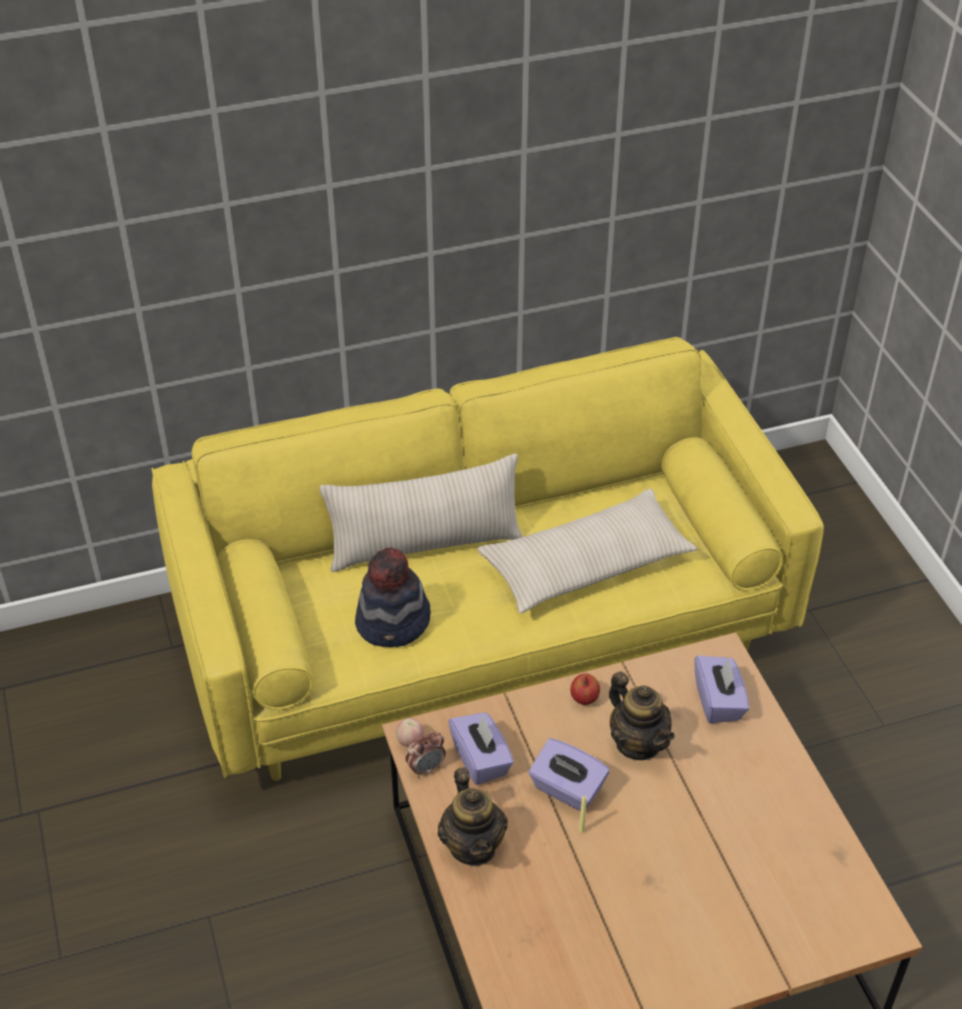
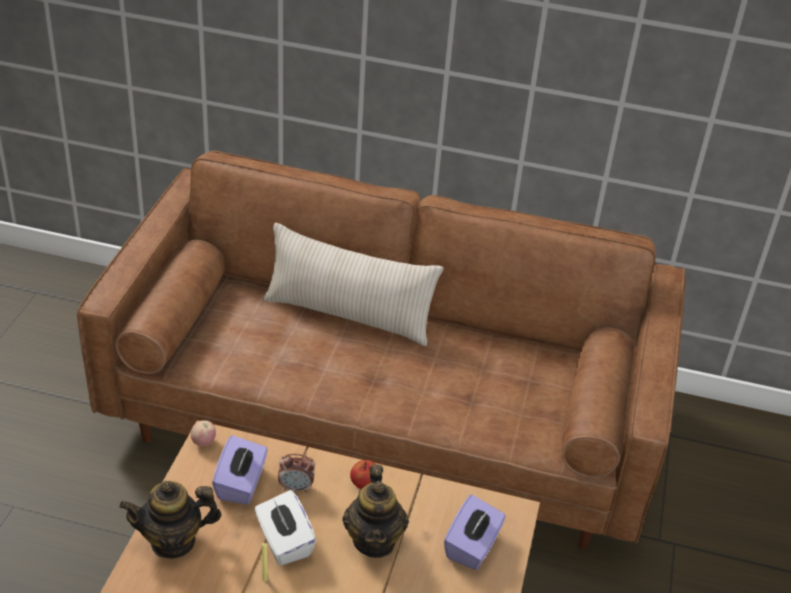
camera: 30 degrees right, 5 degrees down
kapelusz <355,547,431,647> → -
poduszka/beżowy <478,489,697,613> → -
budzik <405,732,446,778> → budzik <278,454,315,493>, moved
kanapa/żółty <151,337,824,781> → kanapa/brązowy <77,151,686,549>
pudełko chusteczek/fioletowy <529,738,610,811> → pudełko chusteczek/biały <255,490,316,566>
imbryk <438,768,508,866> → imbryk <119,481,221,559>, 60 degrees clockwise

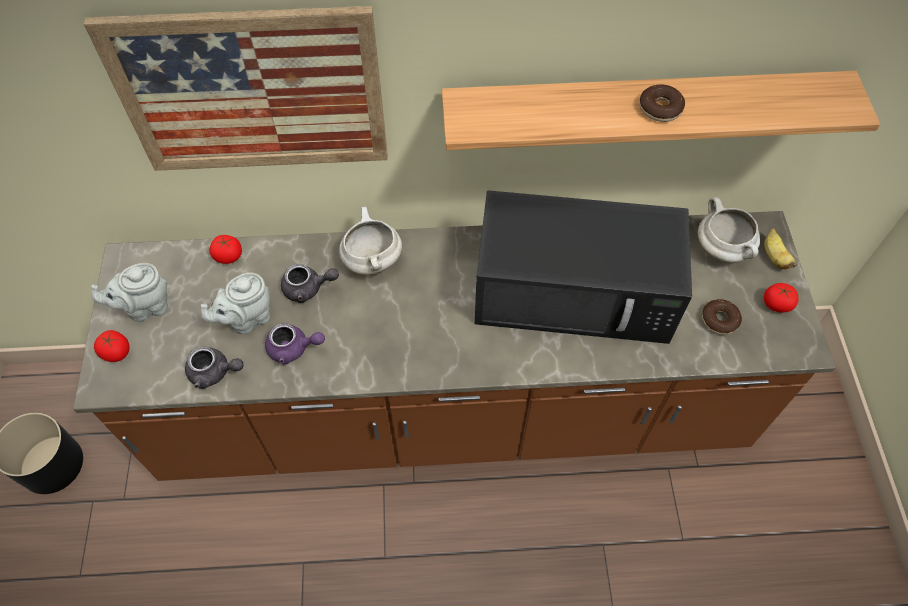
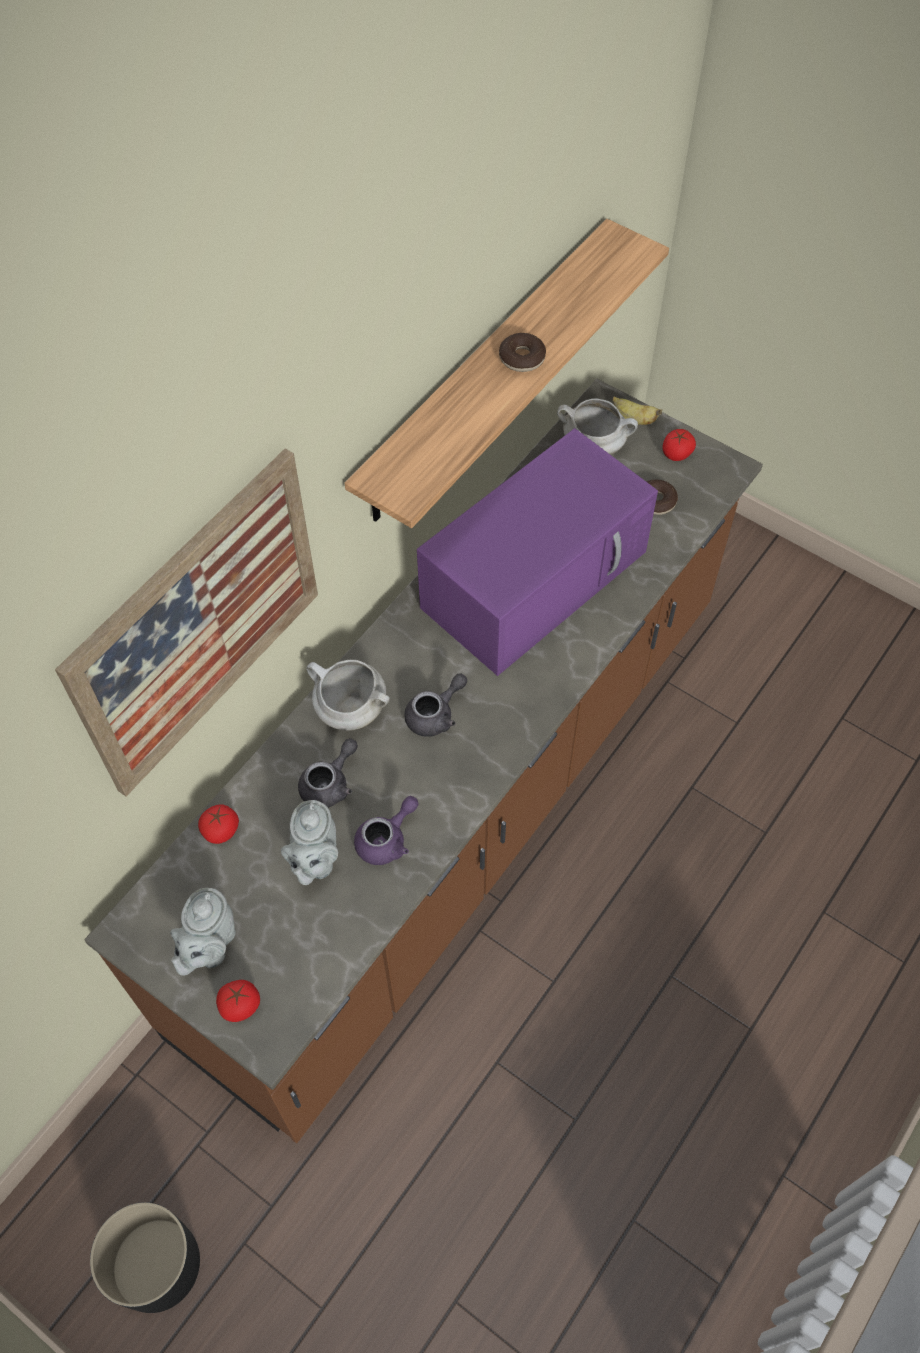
camera: 50 degrees left, 0 degrees up
imbryk/szary <185,347,244,389> → imbryk/szary <404,673,467,737>, moved
mikrofalówka/czarny <475,190,692,344> → mikrofalówka/fioletowy <417,428,658,676>

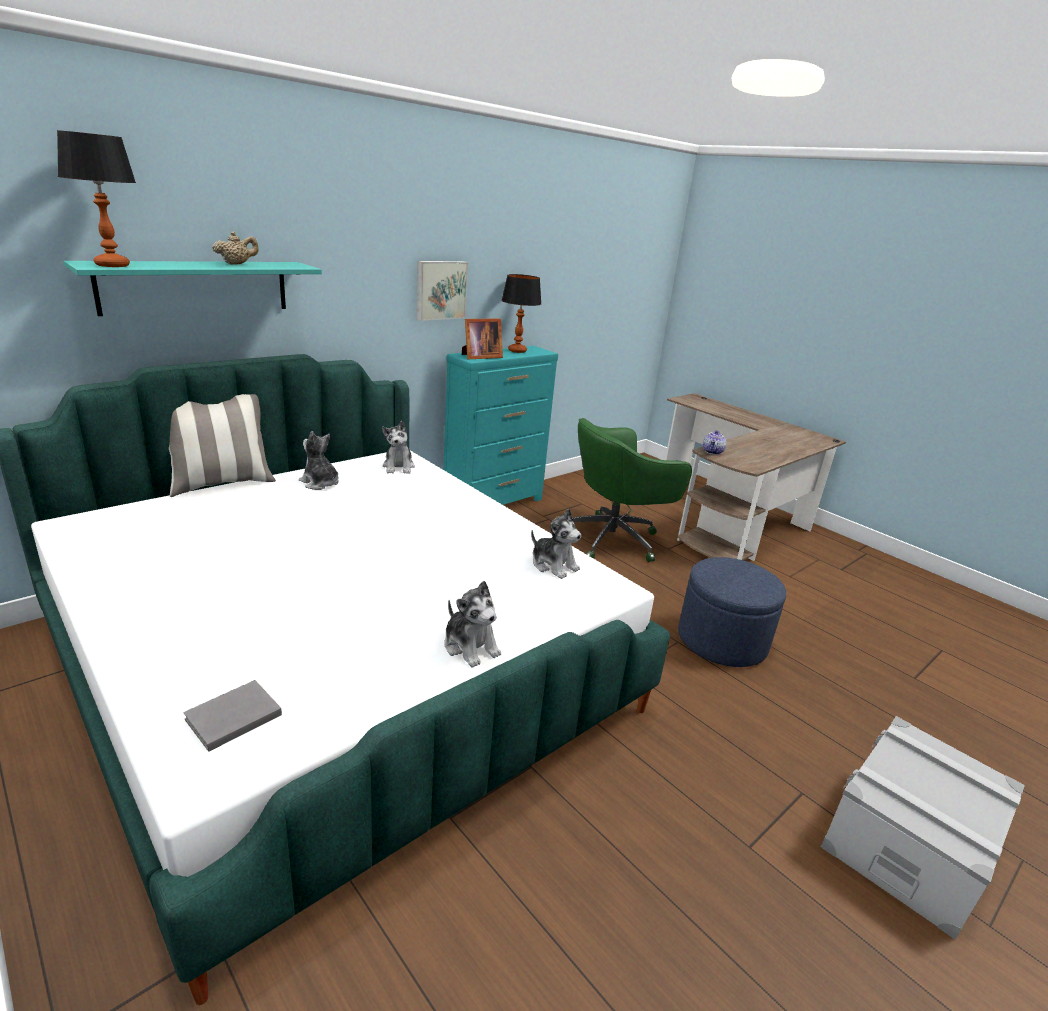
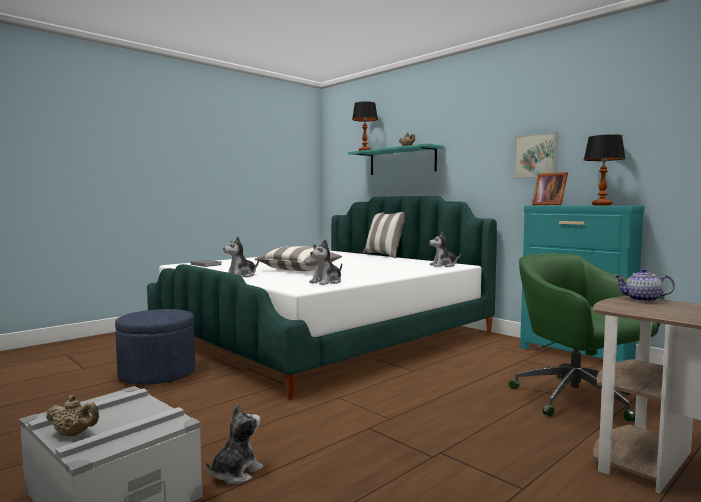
camera: 90 degrees right, 20 degrees down
- → imbryk/beżowy <46,395,99,436>
- → poduszka <254,246,342,271>
pluszak <299,431,339,490> → pluszak <206,404,264,485>, moved
pufa/niebieski <678,557,786,667> → pufa/niebieski <115,309,195,385>, moved

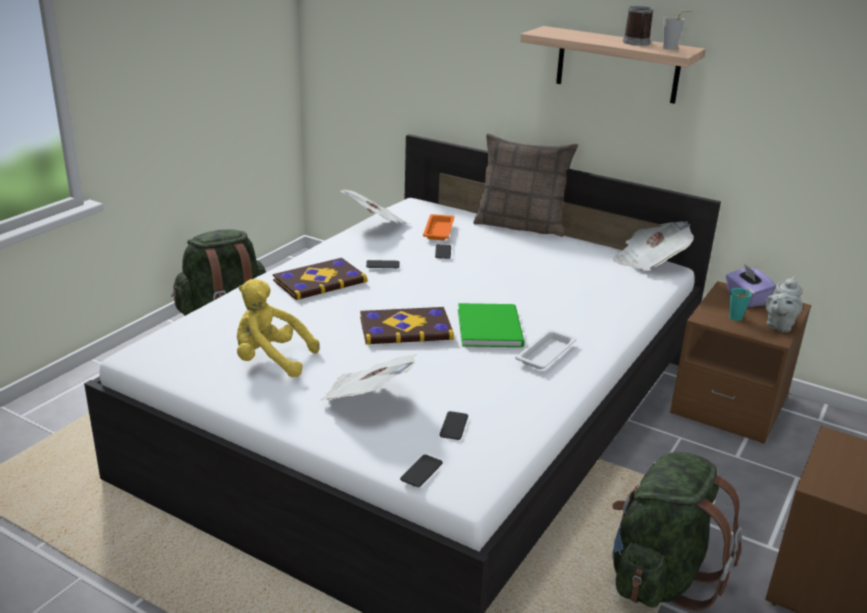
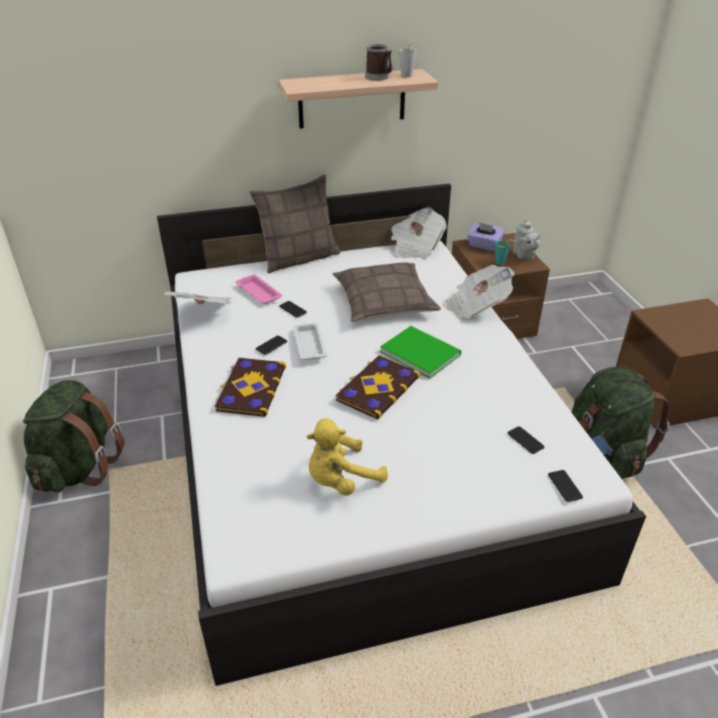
camera: 45 degrees left, 10 degrees up
- → poduszka <333,263,441,322>
gazeta <320,354,417,401> → gazeta <443,265,515,319>, moved
taca/biały <515,329,577,369> → taca/biały <293,323,327,360>, moved
taca/pomarańczowy <423,214,454,240> → taca/różowy <236,274,282,304>

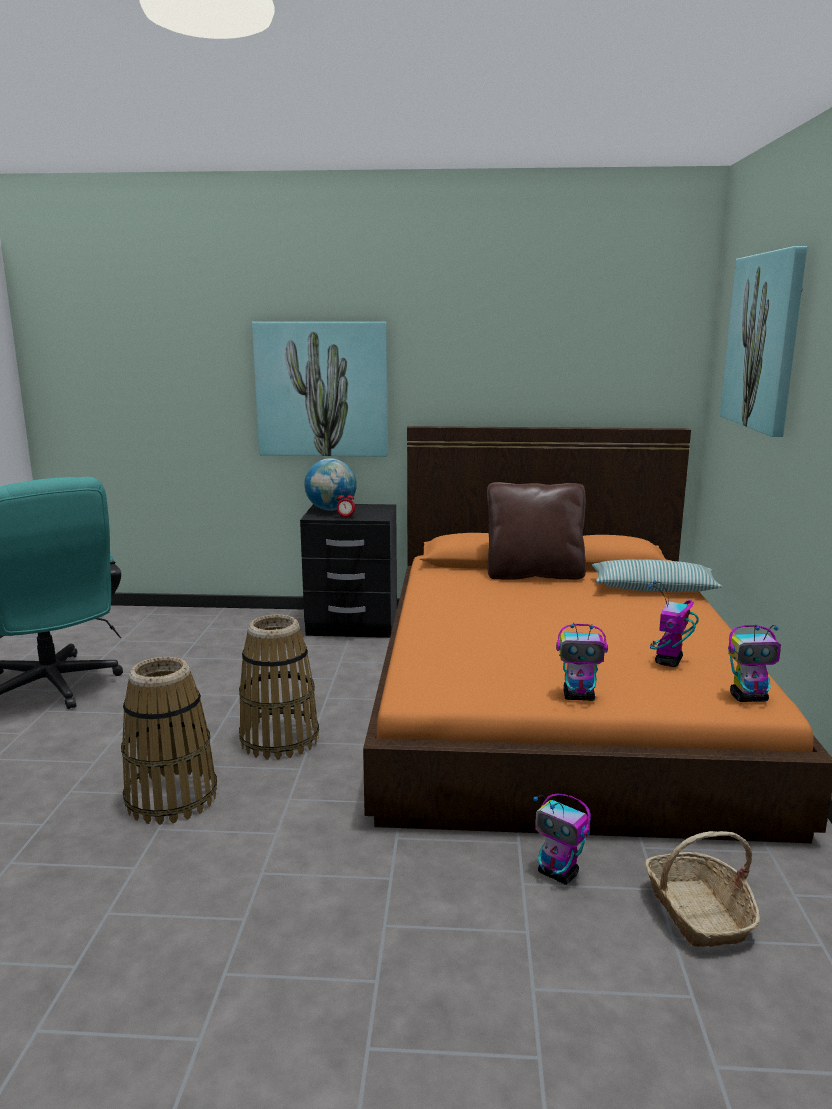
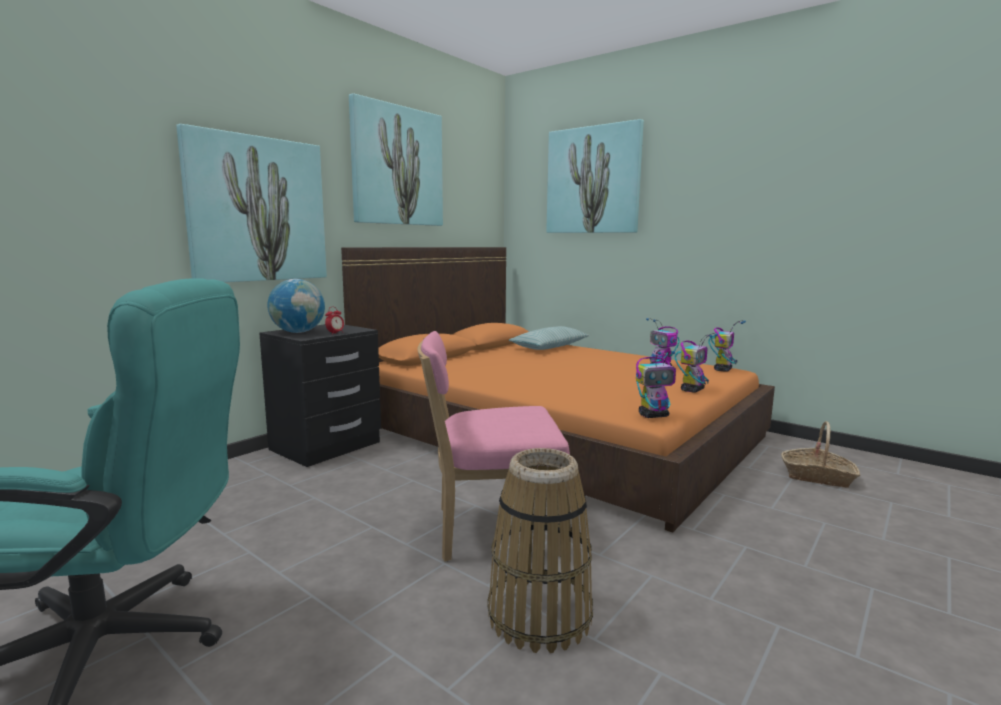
camera: 55 degrees left, 5 degrees down
poduszka/brązowy <487,482,586,580> → -
- → obraz <349,93,443,226>
robot zabawkowy <533,793,591,885> → robot zabawkowy <636,351,676,418>, moved
koszyk <239,615,319,760> → krzesło/różowy <417,331,570,561>

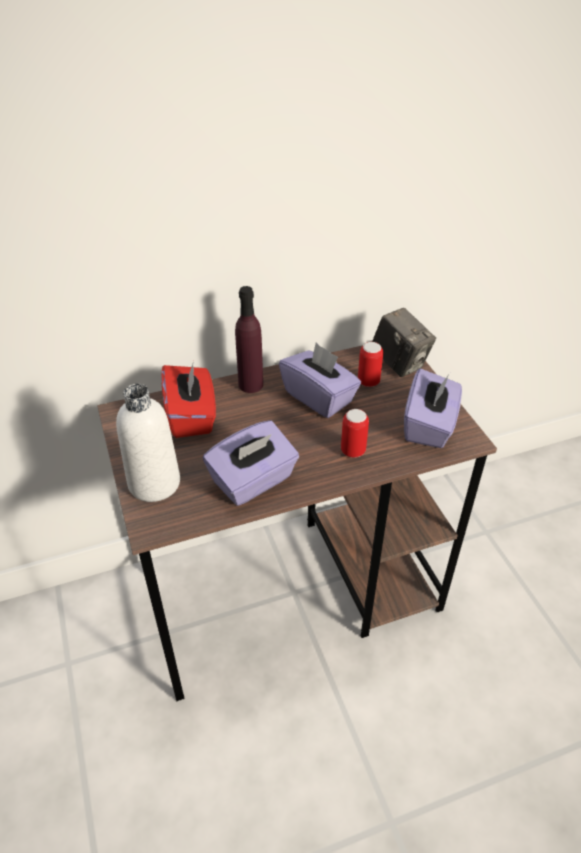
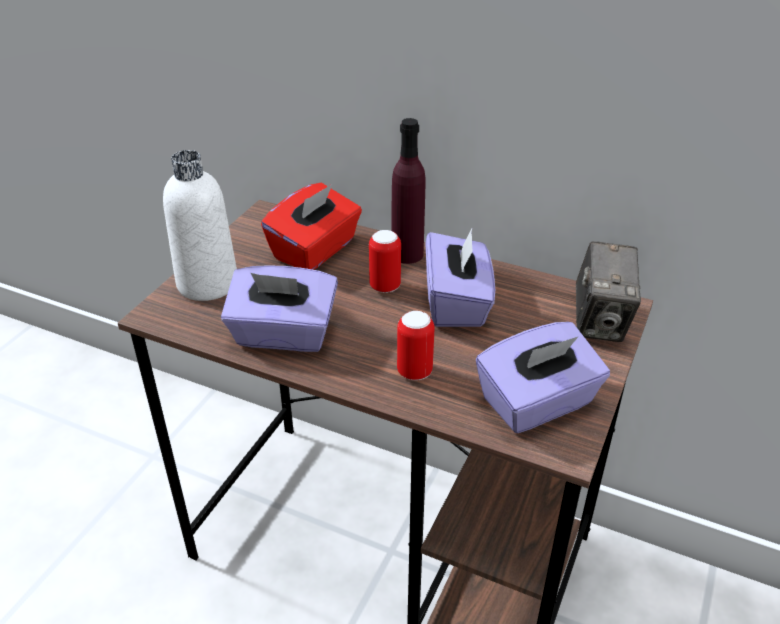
camera: 45 degrees right, 5 degrees down
puszka <358,342,383,387> → puszka <369,230,401,293>, moved

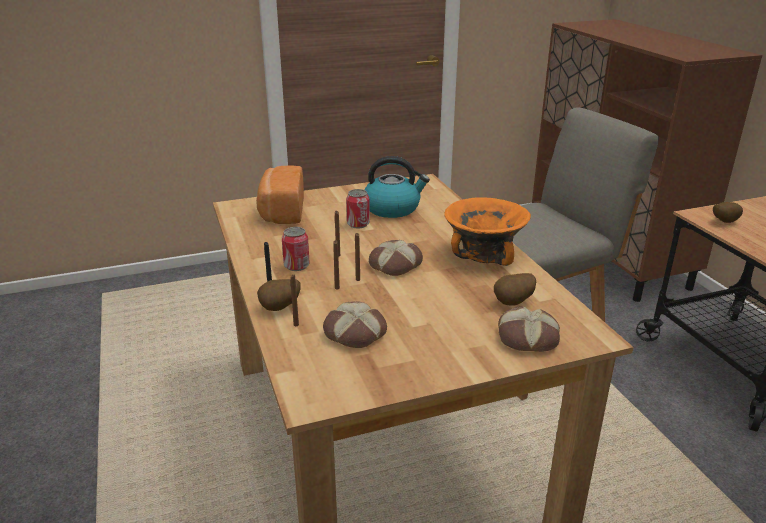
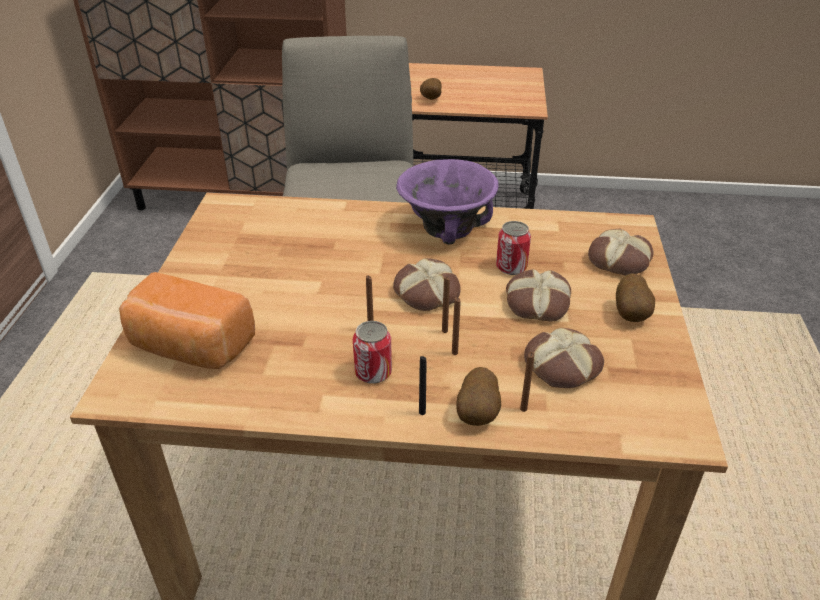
camera: 65 degrees left, 10 degrees up
czajnik <365,156,430,218> → -
- → chleb <506,269,571,322>
puszka <346,189,370,228> → puszka <496,221,531,275>, moved
ziemniak <494,273,536,306> → ziemniak <616,274,655,322>, moved
miska/pomarańczowy <444,197,531,266> → miska/fioletowy <396,159,498,245>

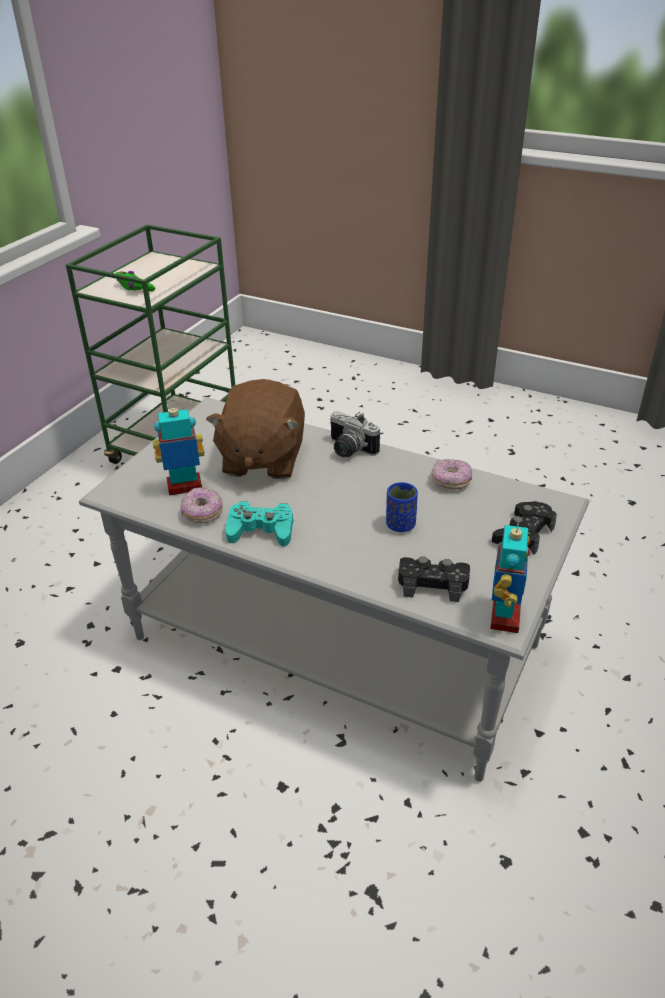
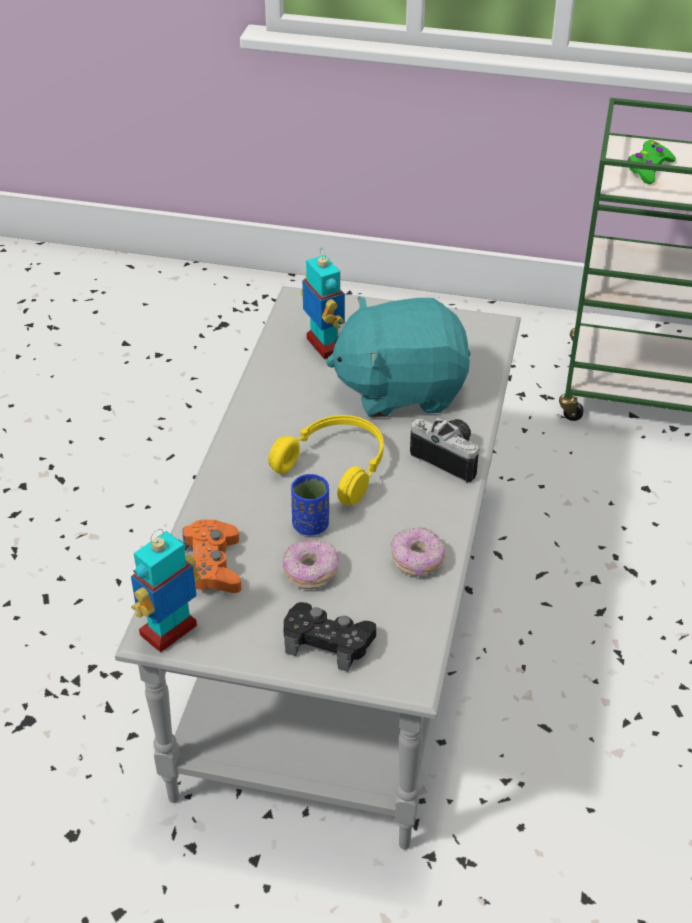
camera: 75 degrees right, 5 degrees up
pad do gier/turkusowy <225,501,294,547> → -
- → słuchawki/żółty <268,415,384,505>
donut <180,487,223,523> → donut <283,540,339,589>, moved
pluszak/brązowy <206,379,305,479> → pluszak/turkusowy <326,296,471,418>
pad do gier/czarny <398,556,470,602> → pad do gier/pomarańczowy <183,520,241,593>
aparat fotograficzny <330,411,380,458> → aparat fotograficzny <410,418,480,483>, 105 degrees clockwise
robot zabawkowy <490,519,531,633> → robot zabawkowy <131,529,201,652>, 135 degrees clockwise

